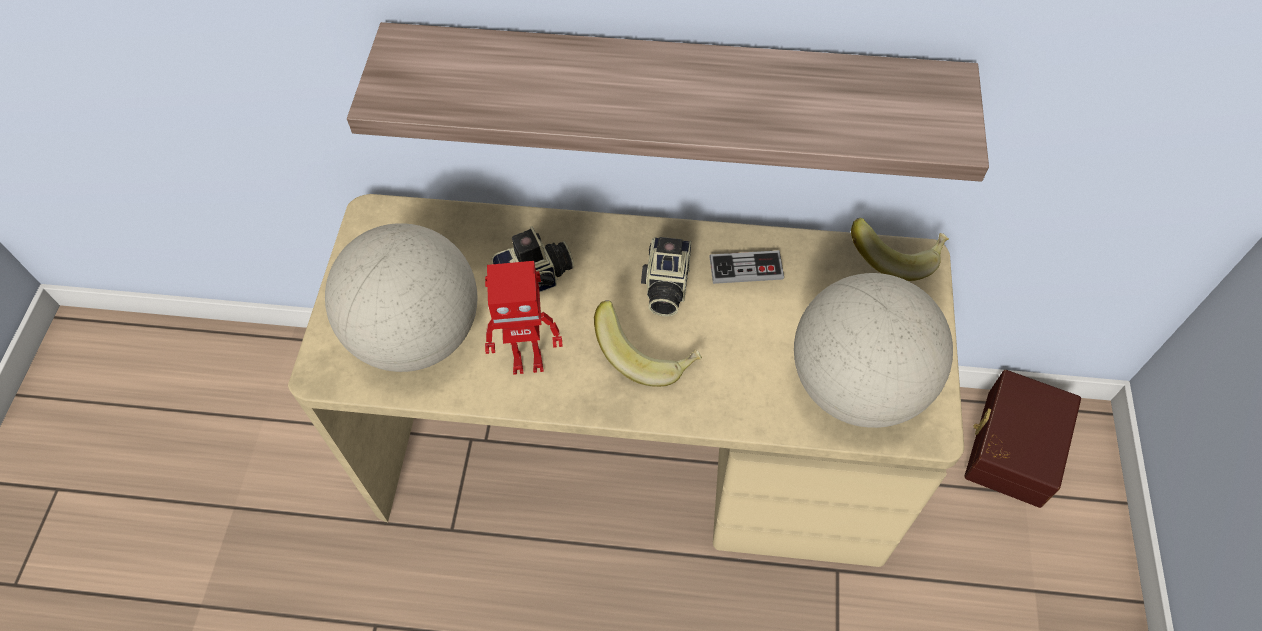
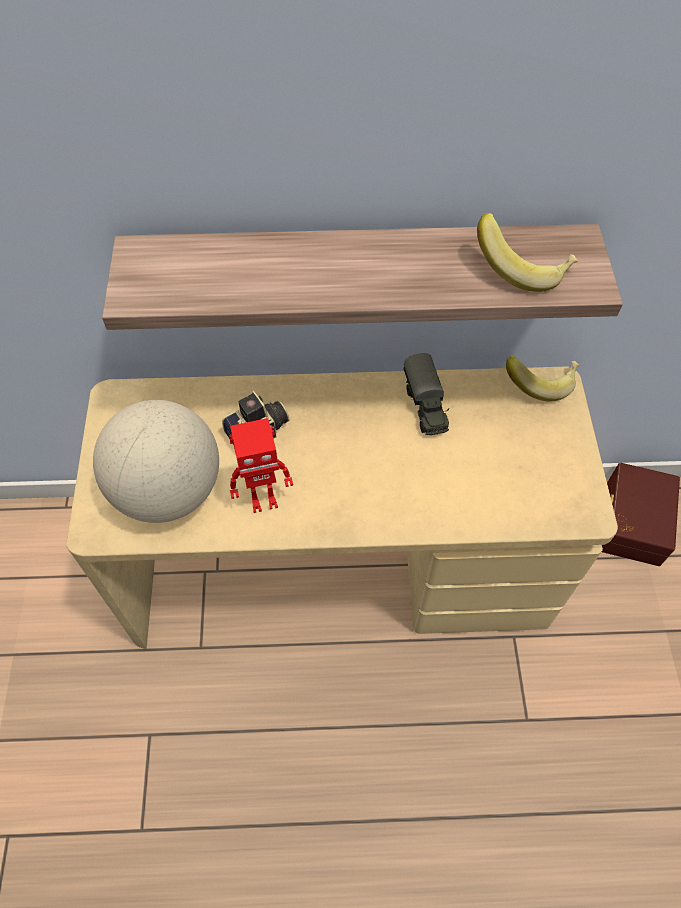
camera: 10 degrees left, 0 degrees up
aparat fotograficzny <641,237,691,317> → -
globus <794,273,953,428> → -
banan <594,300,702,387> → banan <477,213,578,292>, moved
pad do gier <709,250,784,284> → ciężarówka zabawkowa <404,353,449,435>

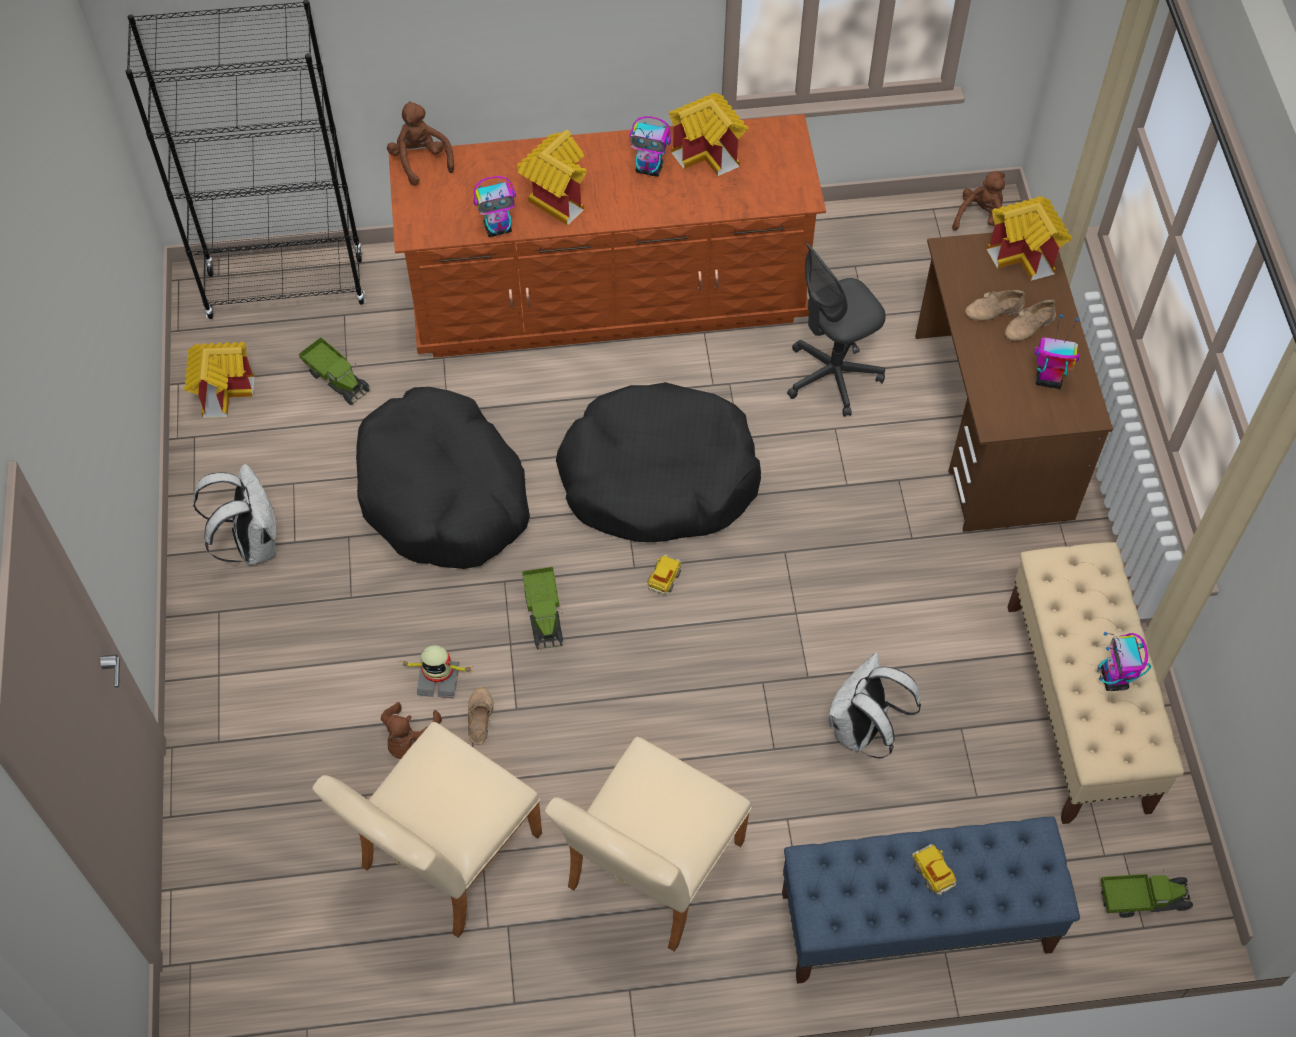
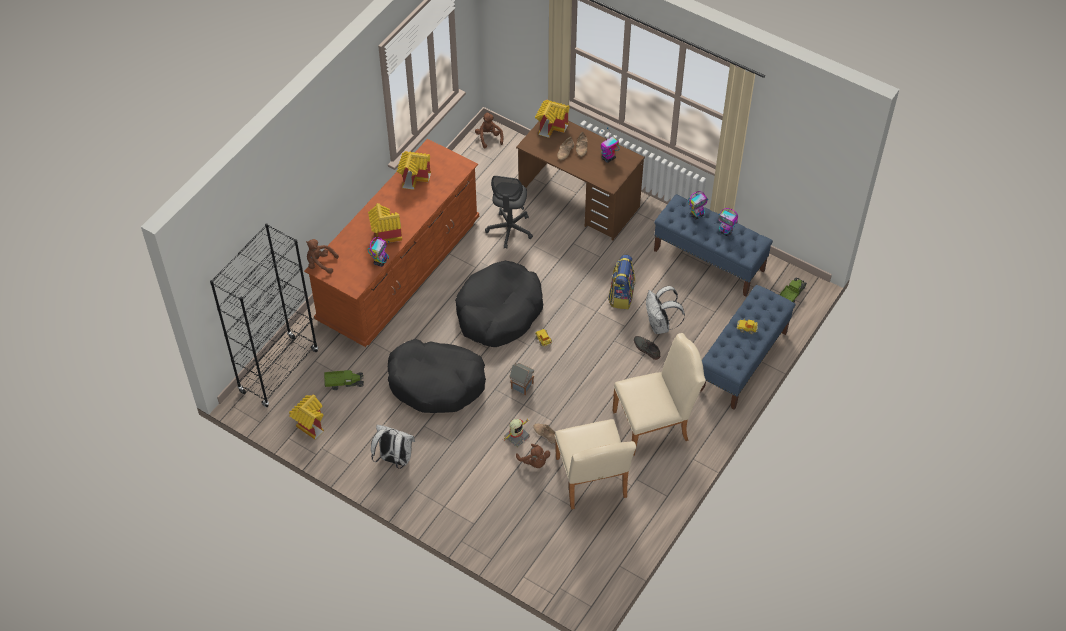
camera: 50 degrees left, 5 degrees down
- → plecak <608,255,635,309>
- → but/szary <634,336,660,360>
robot zabawkowy <630,116,671,177> → robot zabawkowy <688,191,708,220>, moved
ciężarówka zabawkowa <522,567,563,650> → domek <510,363,534,396>
ławka/beżowy <1007,542,1184,824> → ławka/niebieski <654,194,773,296>
krzesło/beżowy <545,737,752,952> → krzesło/beżowy <613,333,706,456>, 90 degrees counterclockwise

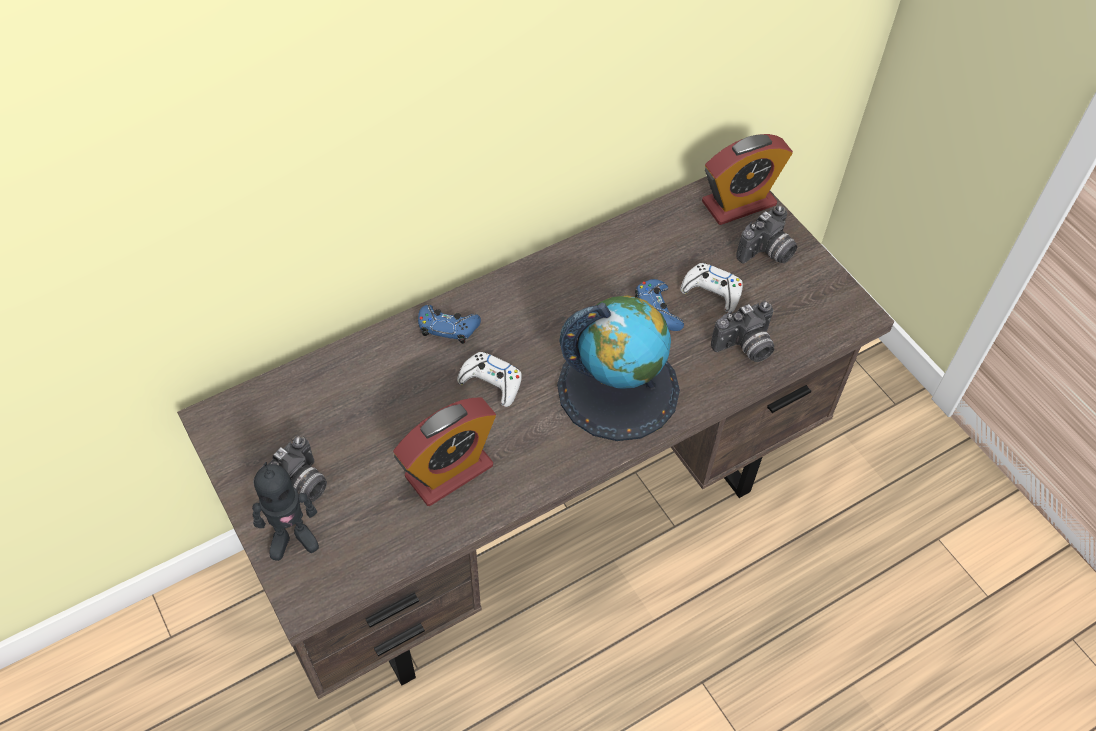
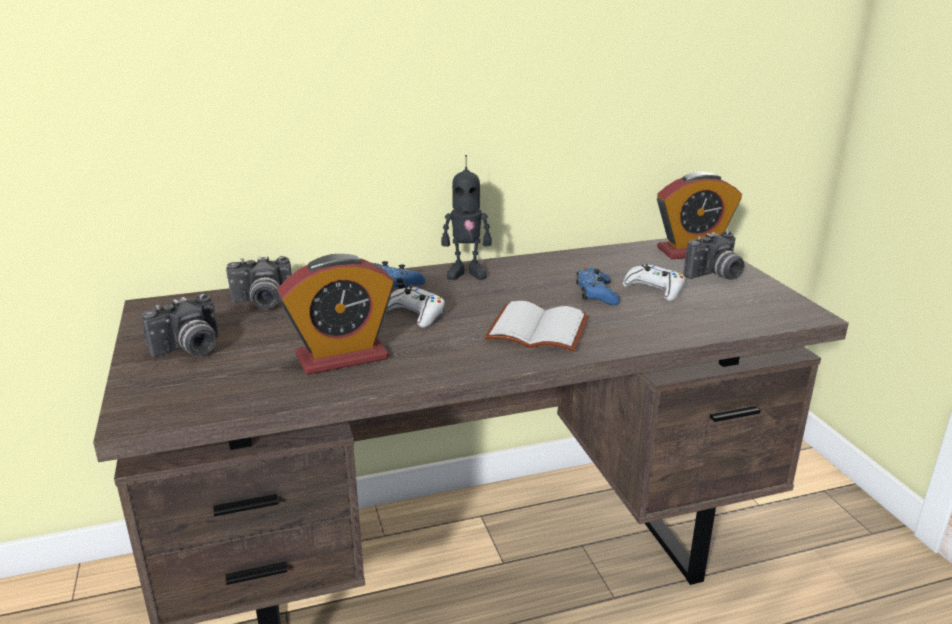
camera: 15 degrees right, 30 degrees down
robot zabawkowy <252,463,319,561> → robot zabawkowy <441,155,492,280>, moved
aparat fotograficzny <711,301,774,362> → aparat fotograficzny <226,256,292,309>, moved
globus <557,295,680,441> → książka/biały <484,301,589,352>

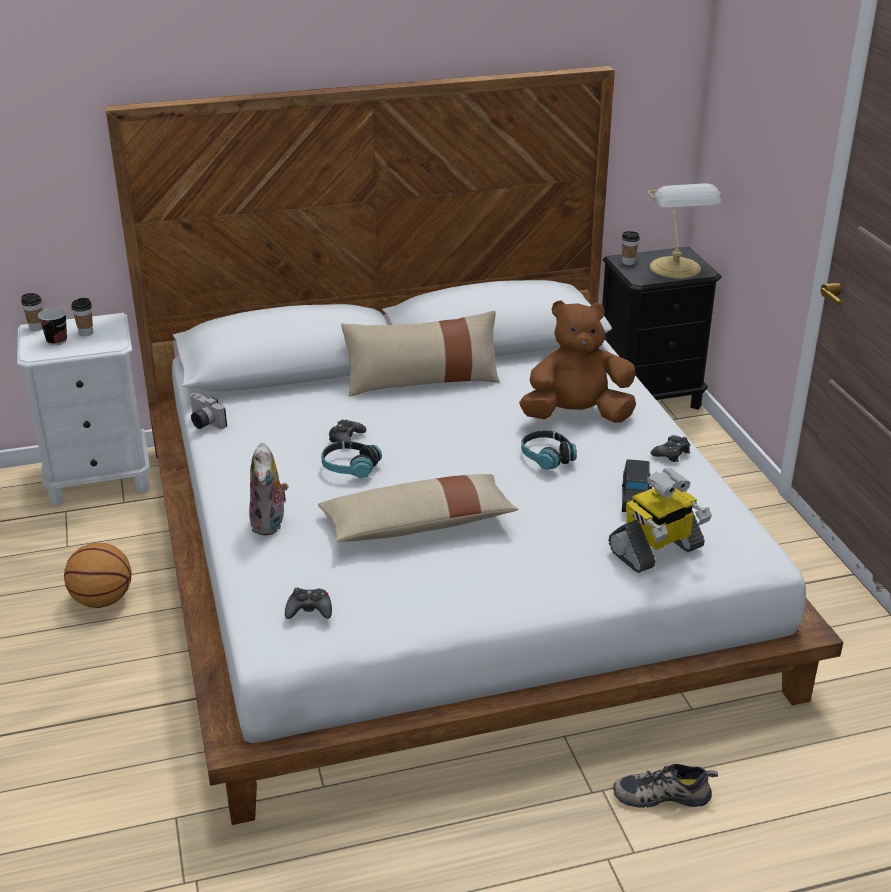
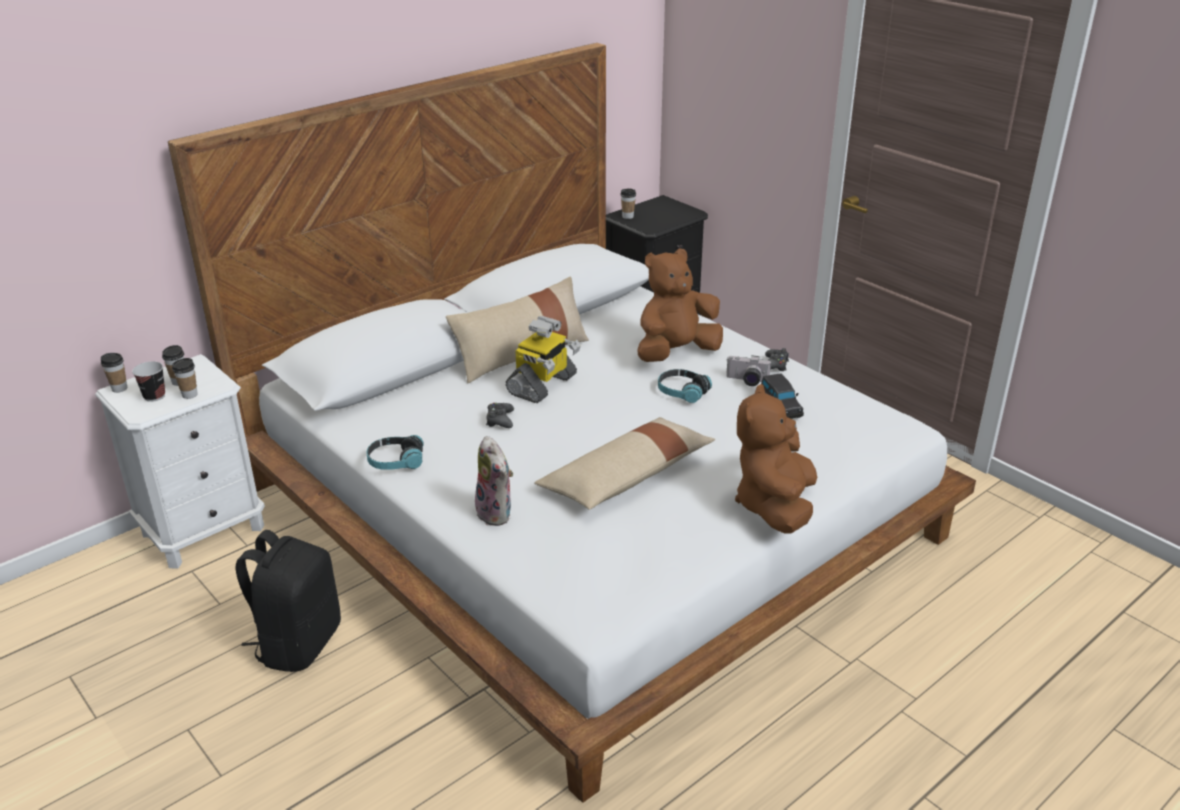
camera: 25 degrees left, 0 degrees up
pad do gier/czarny <285,587,332,619> → -
but <613,764,718,808> → -
lampa stołowa <647,183,722,279> → -
- → filiżanka <172,358,198,399>
- → pluszak/brązowy <735,384,817,534>
aparat fotograficzny <190,393,227,429> → aparat fotograficzny <726,355,771,386>, moved
słuchawki <321,441,382,478> → słuchawki <367,435,424,470>, moved
robot zabawkowy <609,468,712,573> → robot zabawkowy <505,316,581,403>, moved
piłka do koszykówki <64,542,132,608> → plecak/czarny <235,530,341,672>

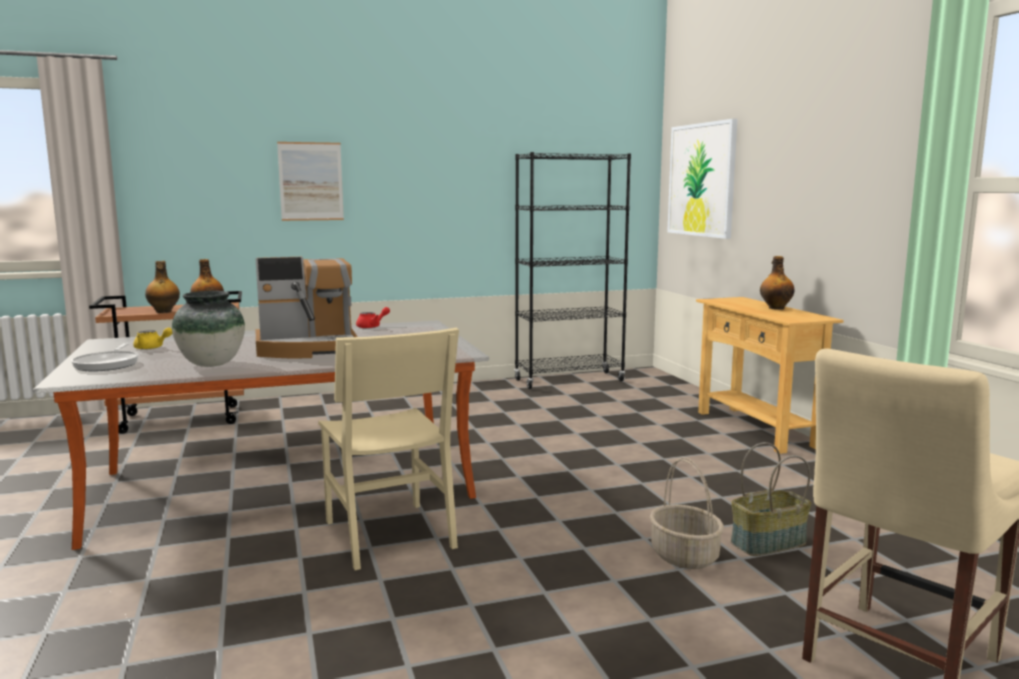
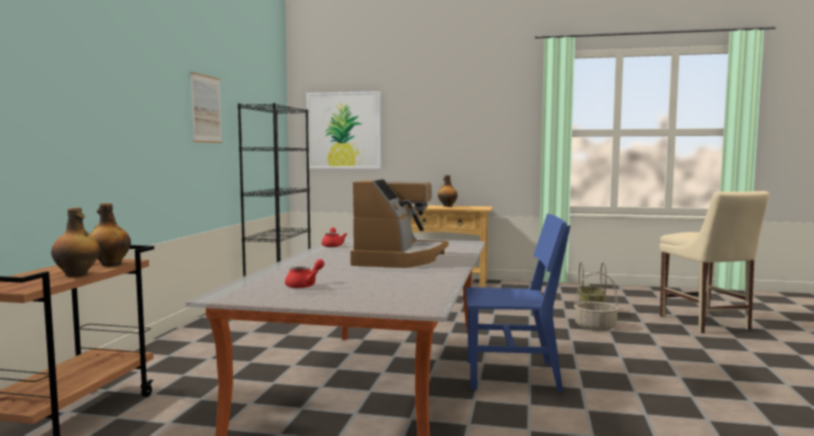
camera: 60 degrees left, 5 degrees down
patelnia <71,343,139,371> → -
wazon <172,291,245,367> → -
obraz <277,142,344,221> → obraz <190,72,222,143>, moved
imbryk/żółty <133,328,172,350> → imbryk/czerwony <285,259,325,288>
krzesło/beżowy <318,328,459,570> → krzesło/niebieski <466,214,570,392>

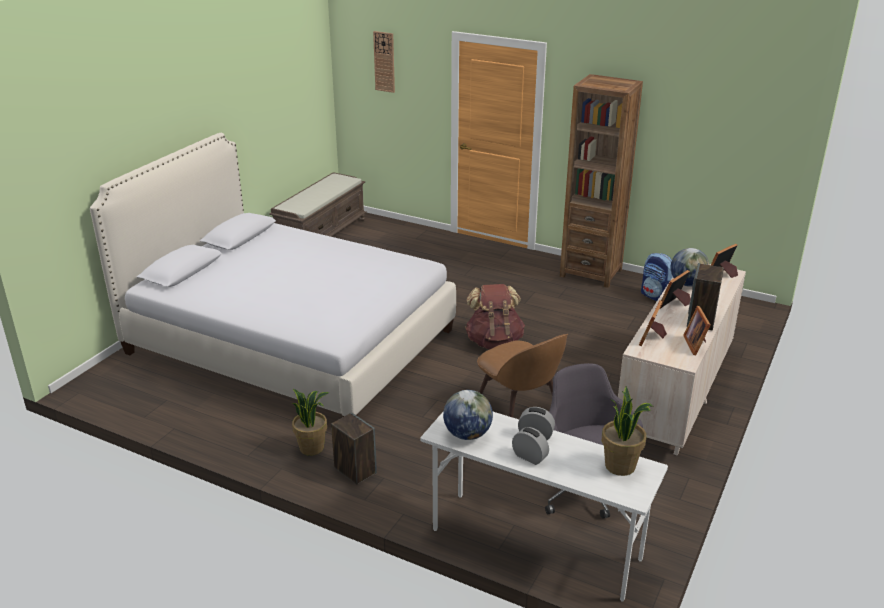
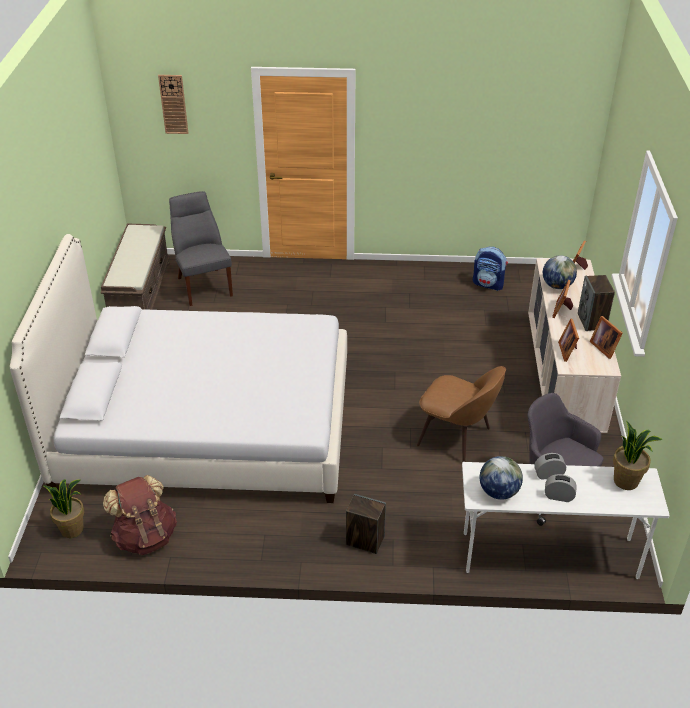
camera: 25 degrees left, 10 degrees up
regał/brązowy <560,74,643,288> → -
- → krzesło/szary <169,191,233,306>
roślina doniczkowa <292,389,329,456> → roślina doniczkowa <43,479,84,538>, moved
plecak/brązowy <465,284,525,349> → plecak/brązowy <103,475,177,555>, moved

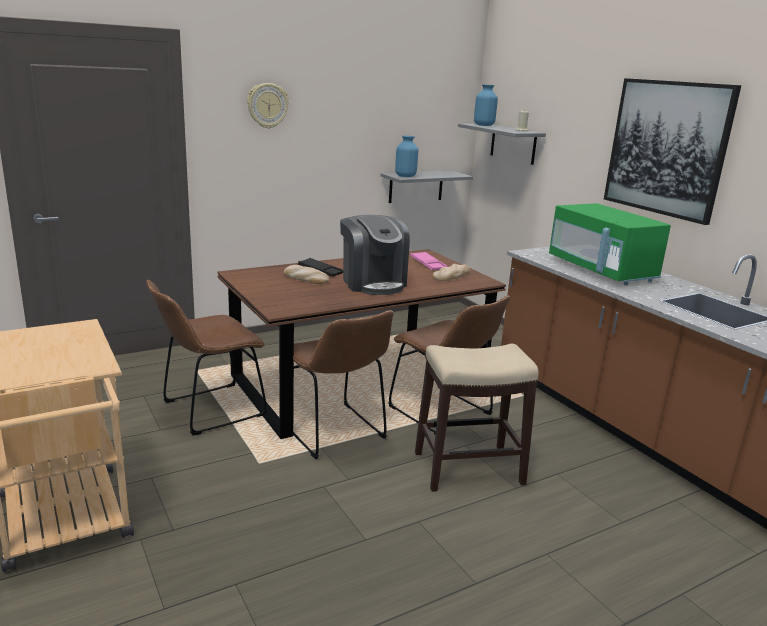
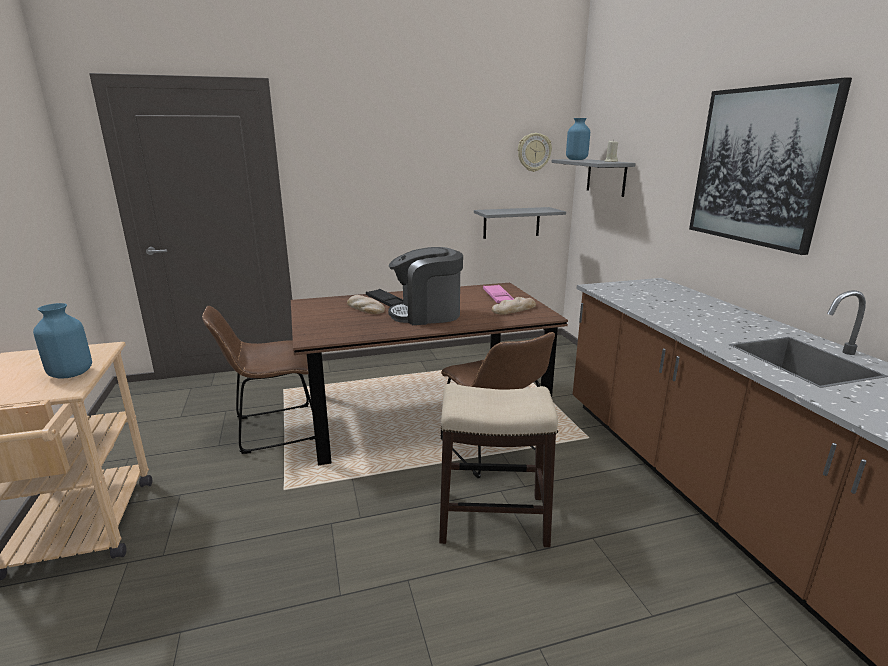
camera: 15 degrees right, 0 degrees up
krzesło/brązowy <293,310,393,459> → -
mikrofalówka/zielony <549,203,671,285> → -
zegar ścienny <247,83,289,129> → zegar ścienny <518,133,552,172>, moved
wazon/niebieski <395,136,418,177> → wazon/niebieski <33,303,92,379>, moved
ekspres do kawy <340,215,410,295> → ekspres do kawy <388,247,463,325>, 90 degrees clockwise

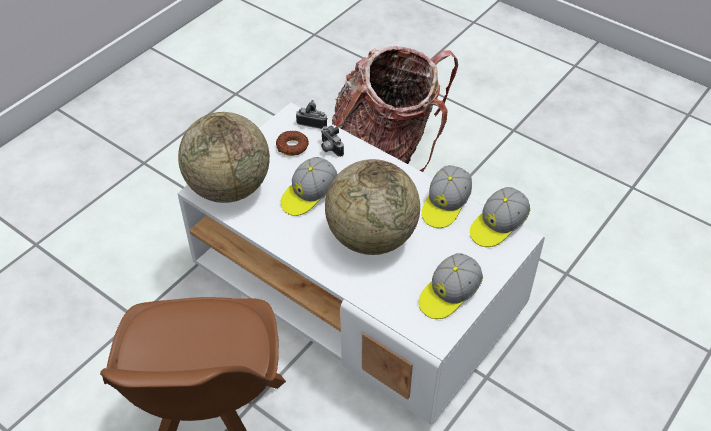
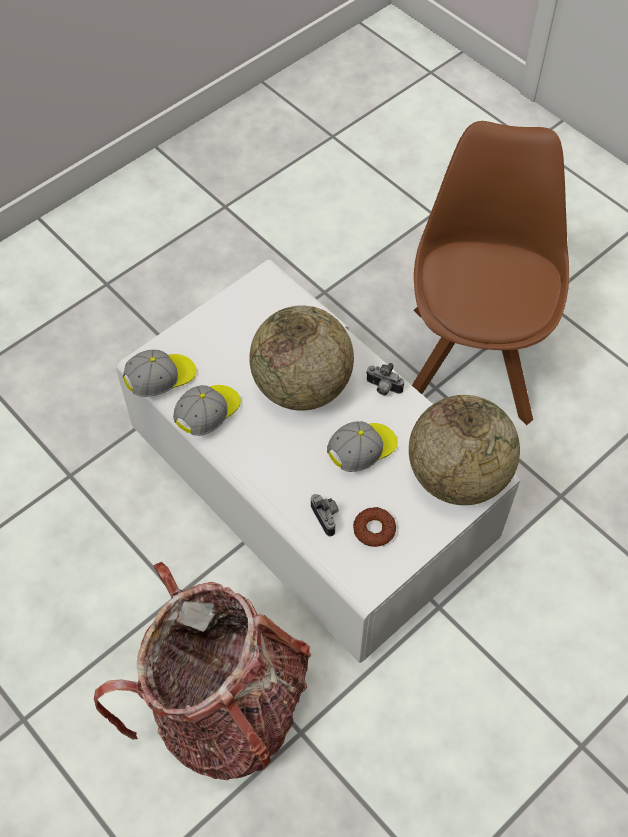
camera: 170 degrees left, 10 degrees up
czapka z daszkiem <419,253,483,319> → -
aparat fotograficzny <296,100,328,129> → aparat fotograficzny <366,363,404,395>, moved

